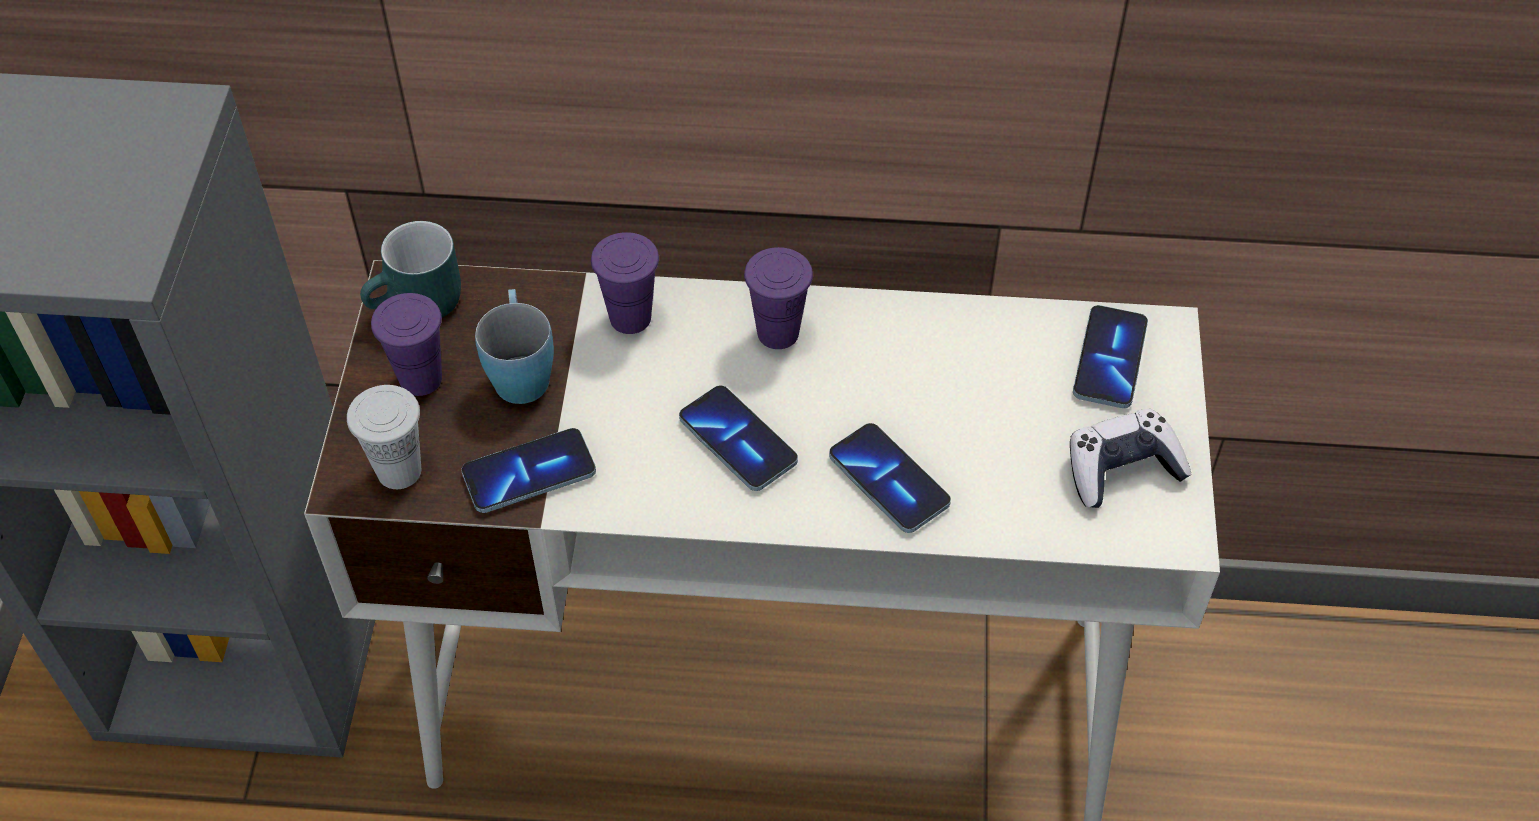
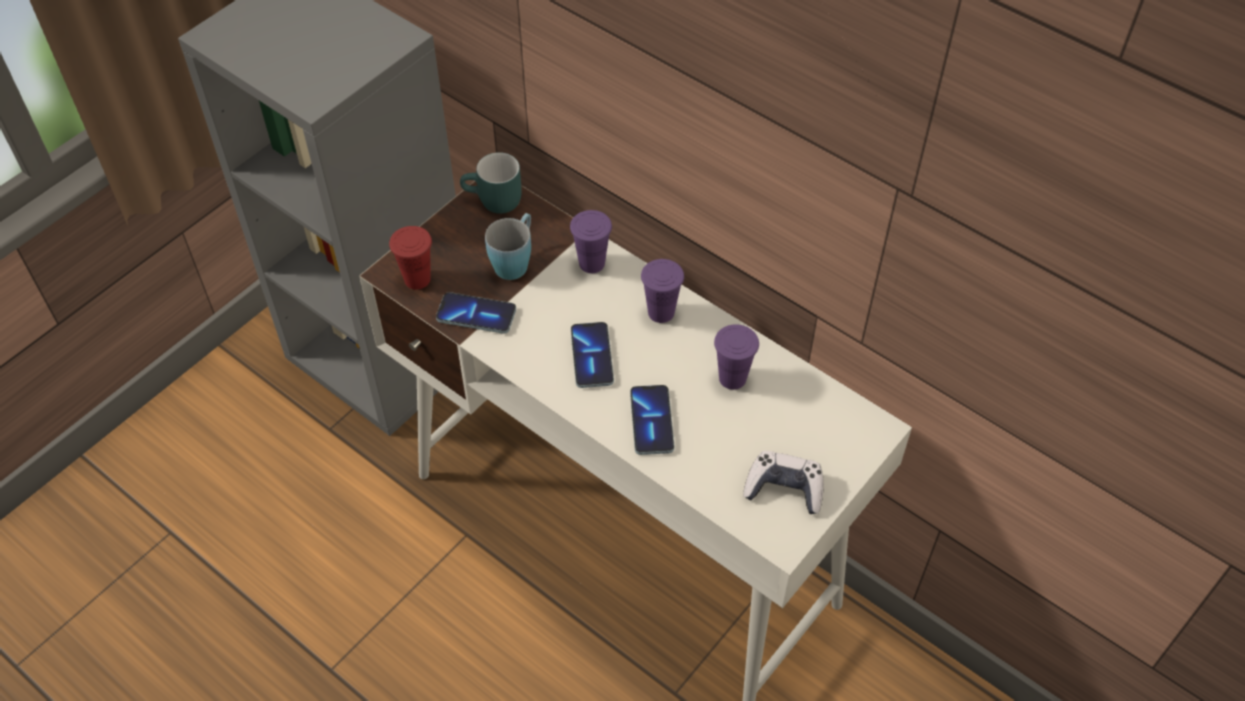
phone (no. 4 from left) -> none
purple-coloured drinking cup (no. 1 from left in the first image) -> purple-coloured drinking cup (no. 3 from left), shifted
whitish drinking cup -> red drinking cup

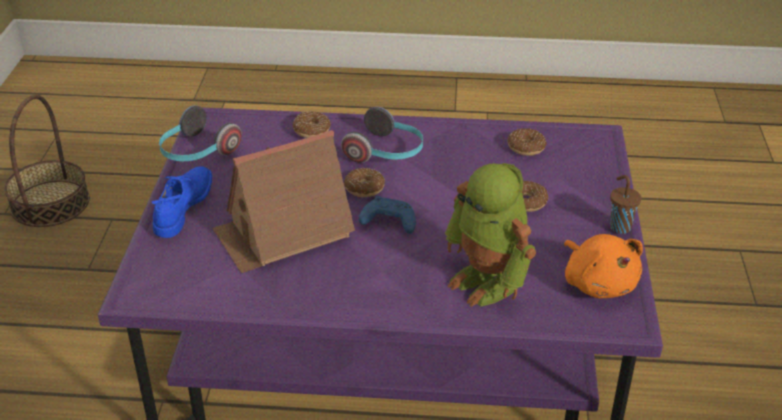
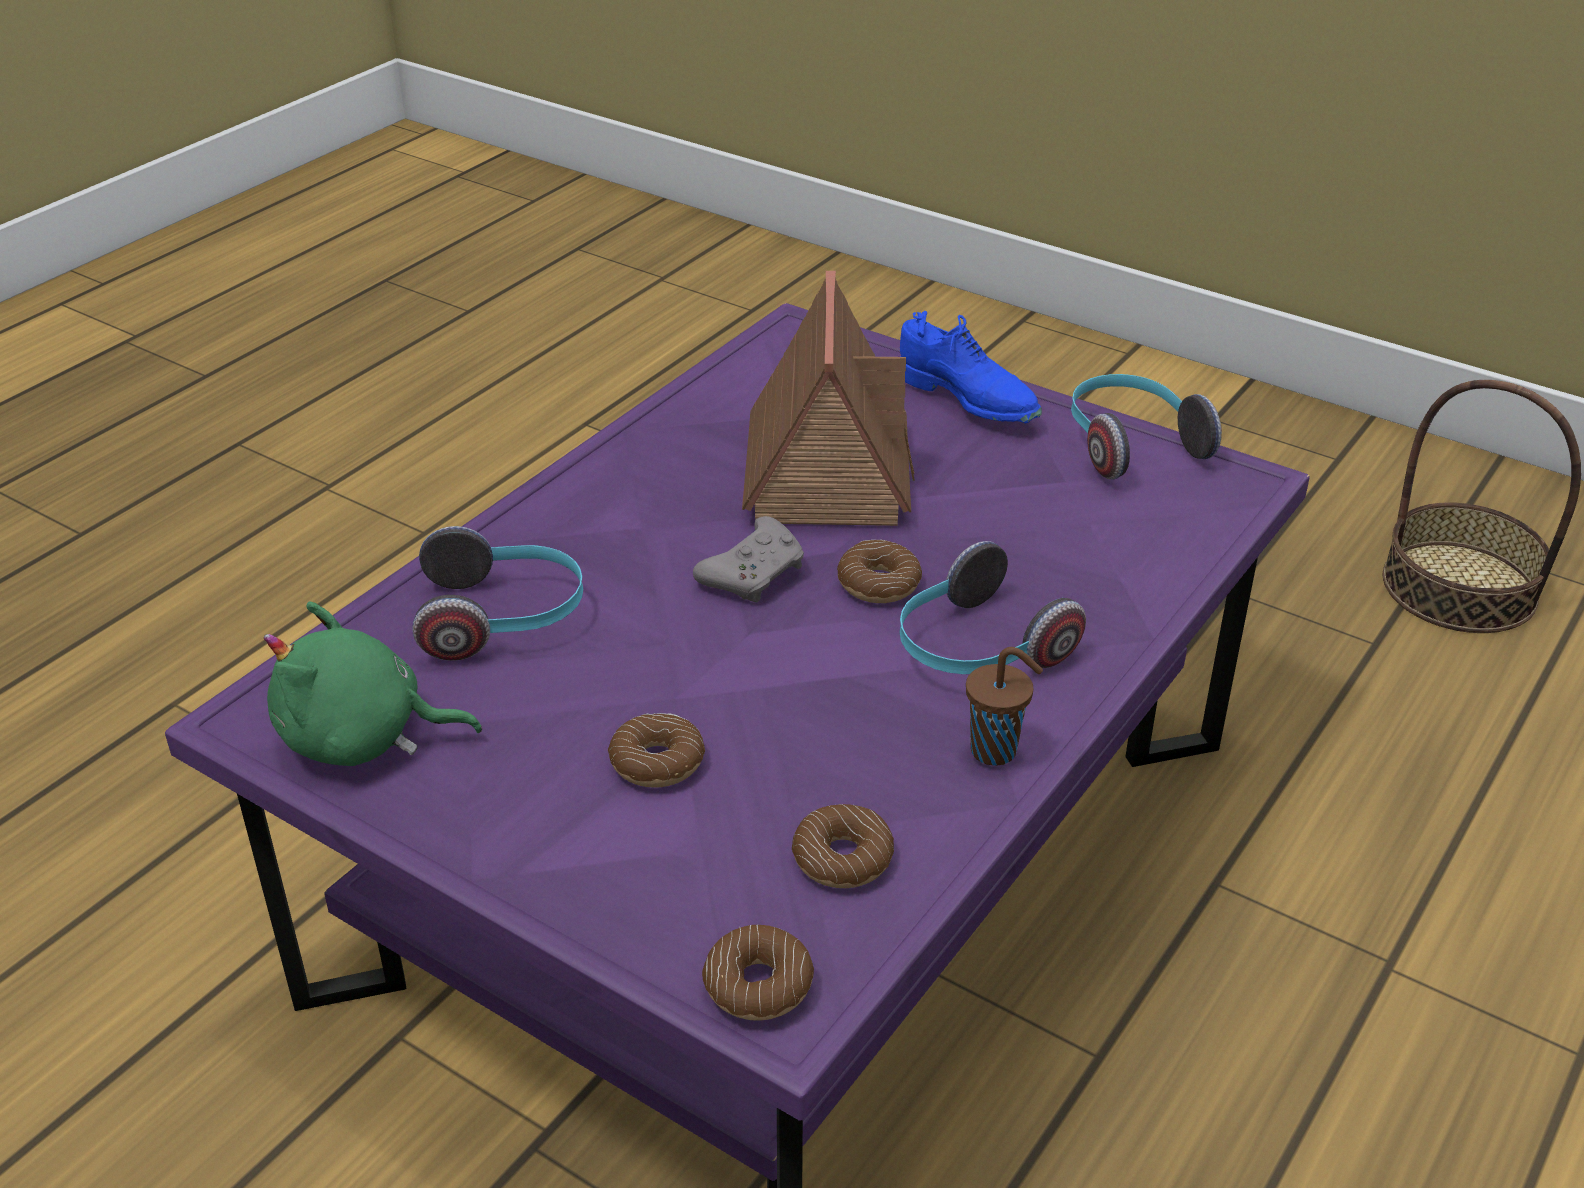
doughnut (no. 1 from left in the first image) -> doughnut (no. 2 from left), shifted
brown-coloured drinking cup, shifted
model robot -> headphones (no. 1 from left)
blue-coloured joypad -> grey joypad
orange-coloured soft toy -> greenish soft toy

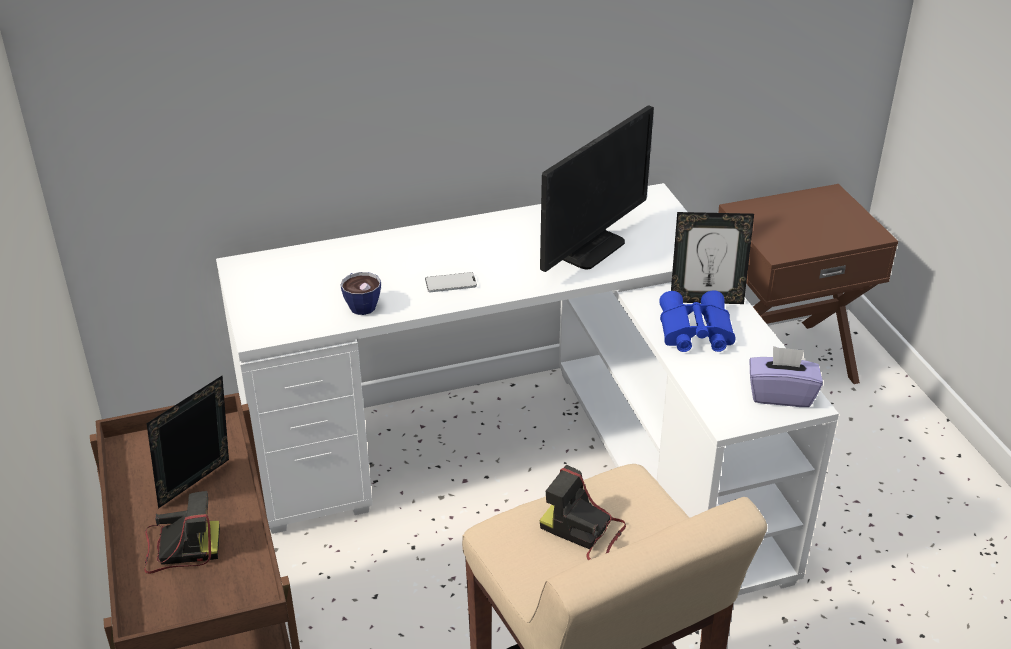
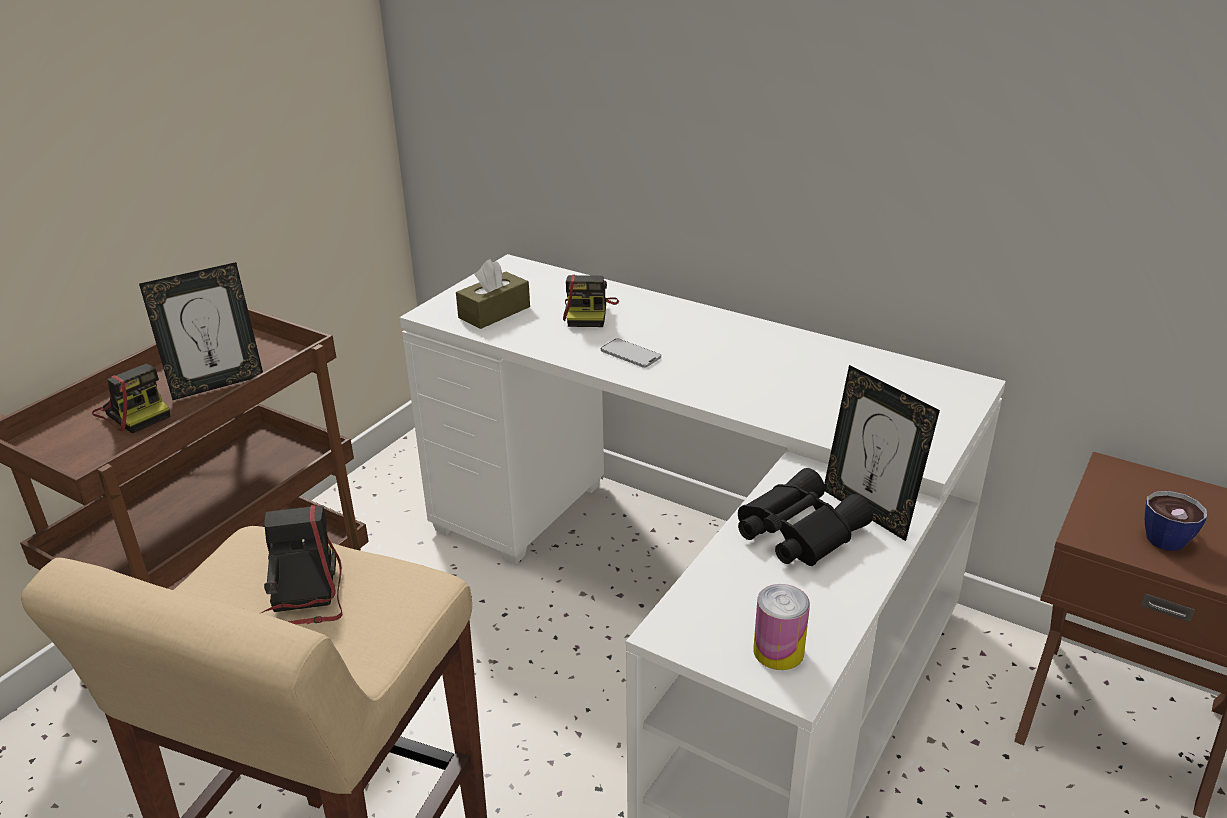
monitor -> none
none -> brown-coloured tissue box
none -> photo camera (no. 3 from left)
drinking cup, shifted
purple-coloured tissue box -> sealed can
blue-coloured binoculars -> black binoculars
photo frame (no. 1 from left), 150 degrees clockwise

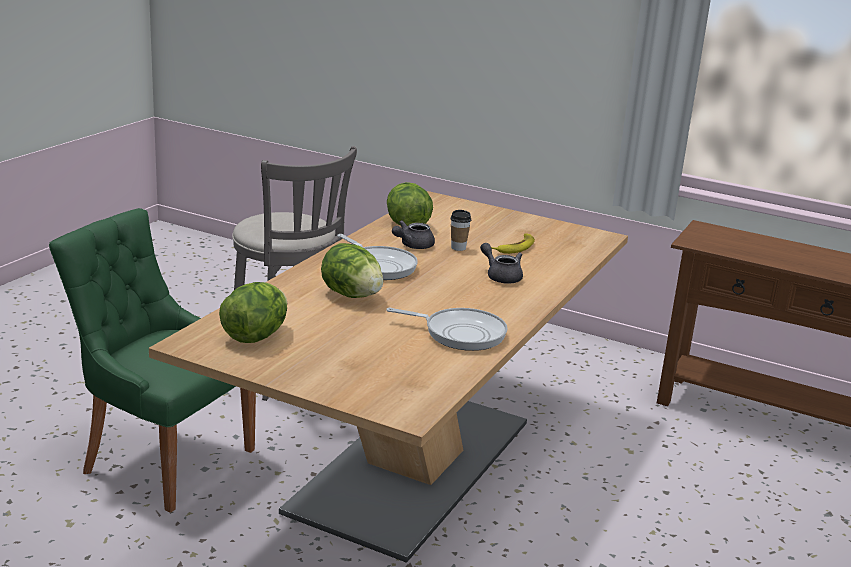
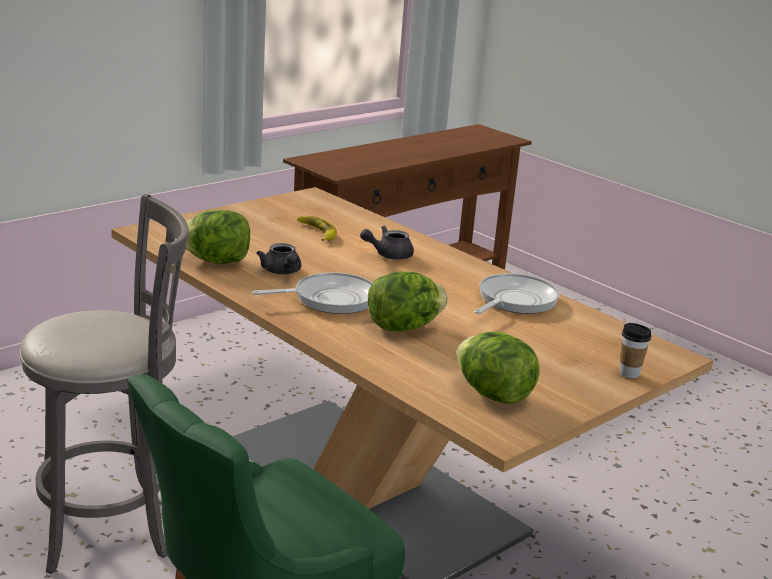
drinking cup, shifted

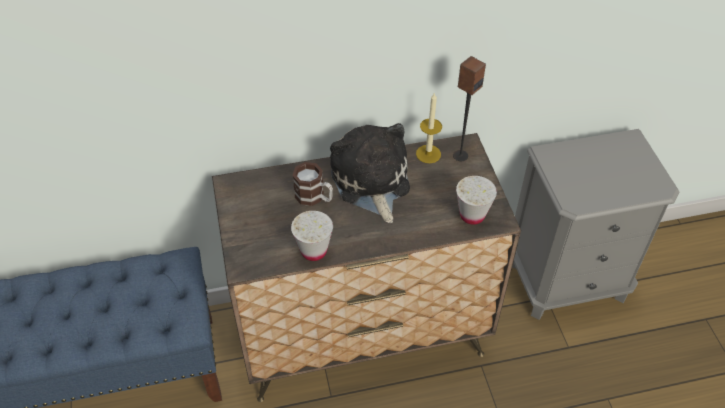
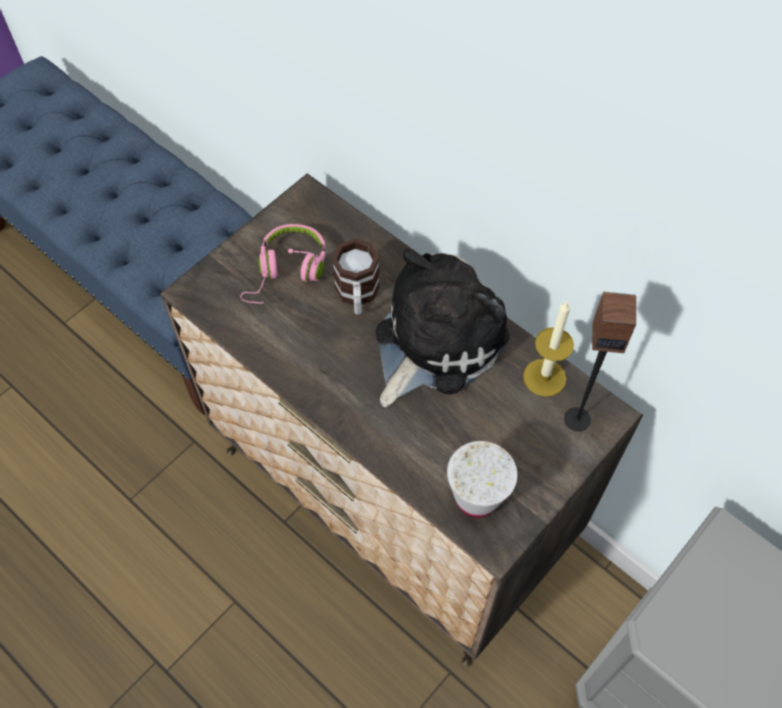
whitish drinking cup (no. 1 from left) -> none
none -> pink headphones

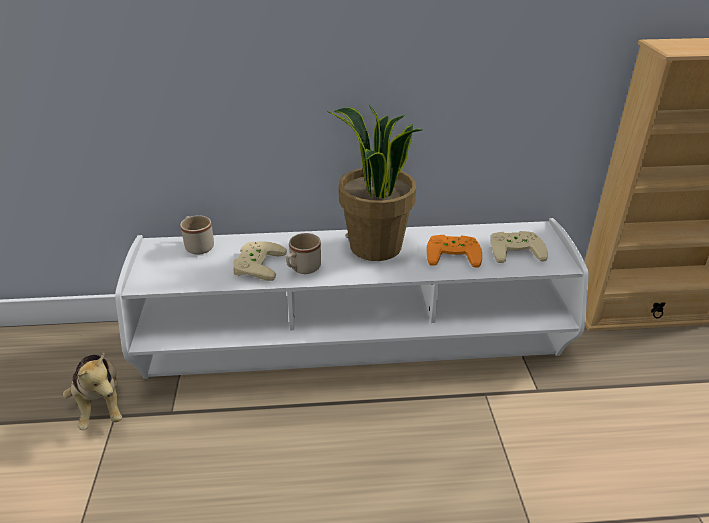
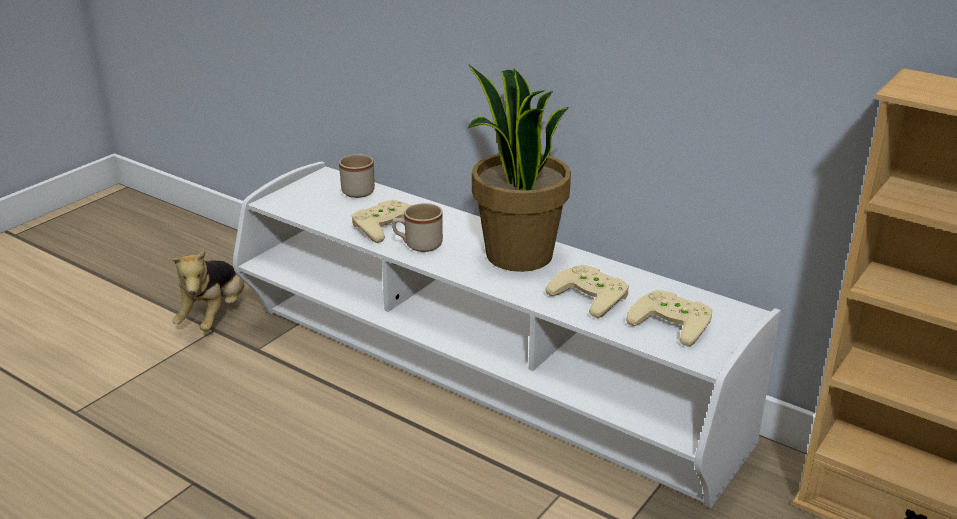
orange-coloured joypad -> sand-coloured joypad (no. 2 from left)

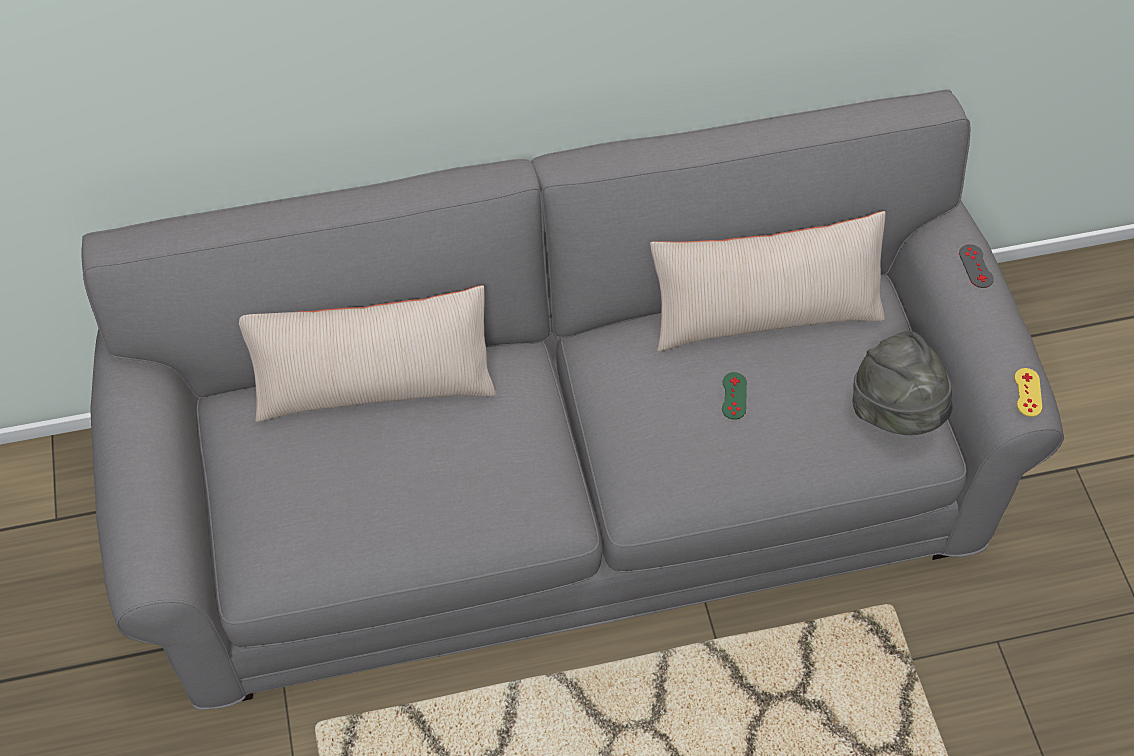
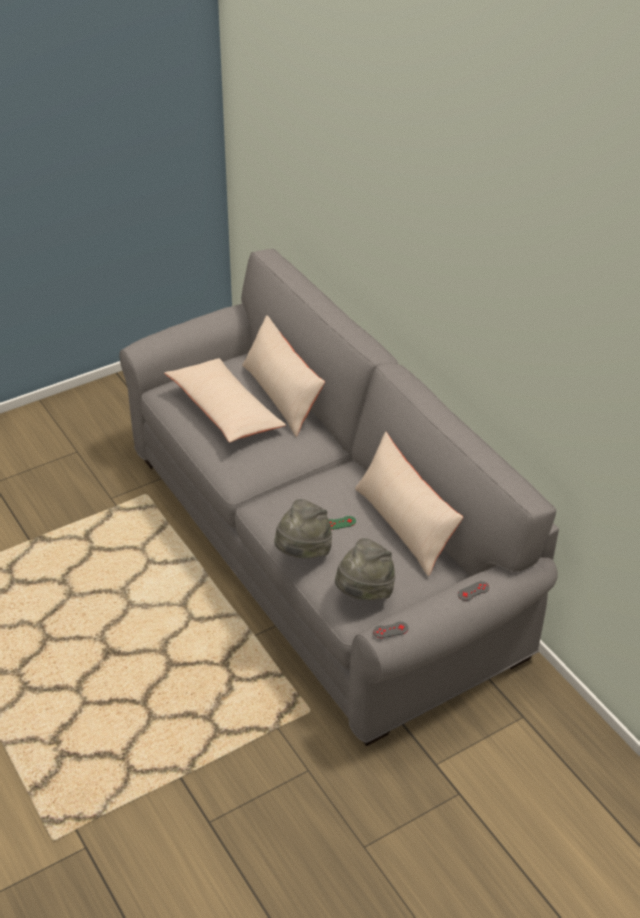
none -> sand-coloured pillow (no. 1 from left)
none -> grey wearable hat (no. 1 from left)
yellow-coloured joypad -> grey joypad (no. 1 from left)

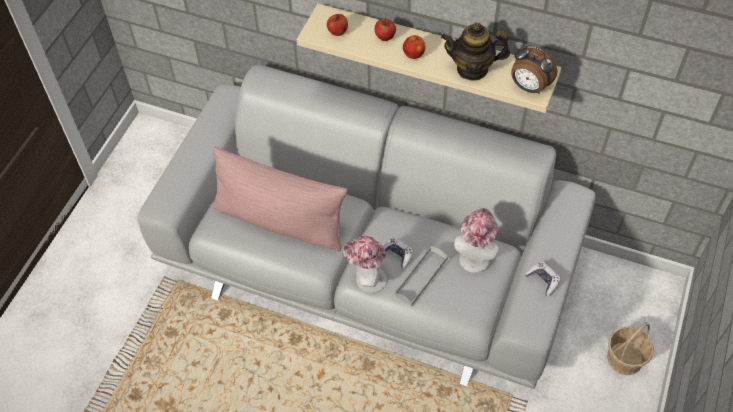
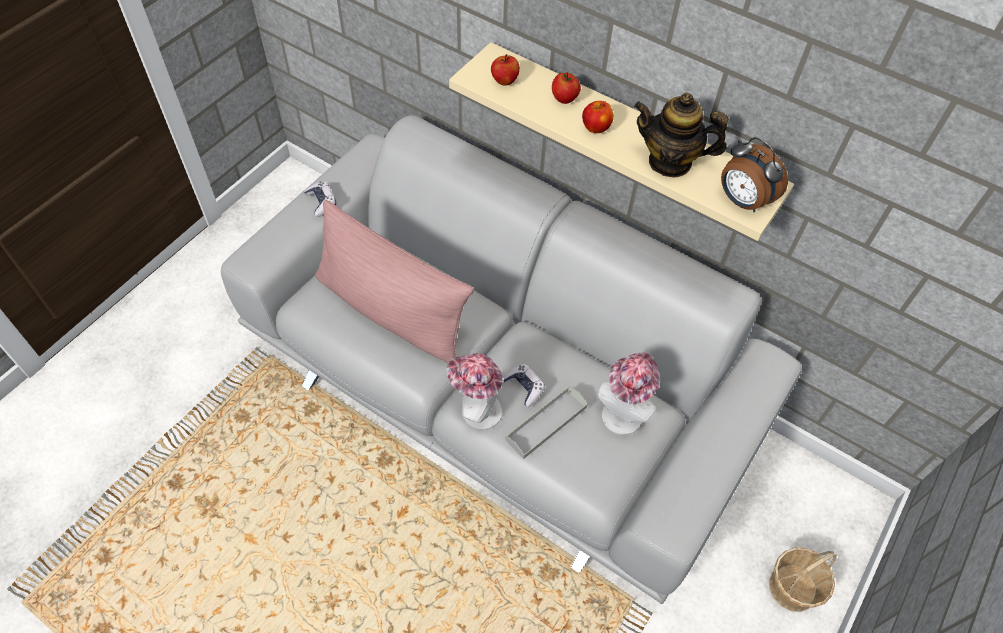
joypad (no. 2 from left in the first image) -> joypad (no. 1 from left), shifted

